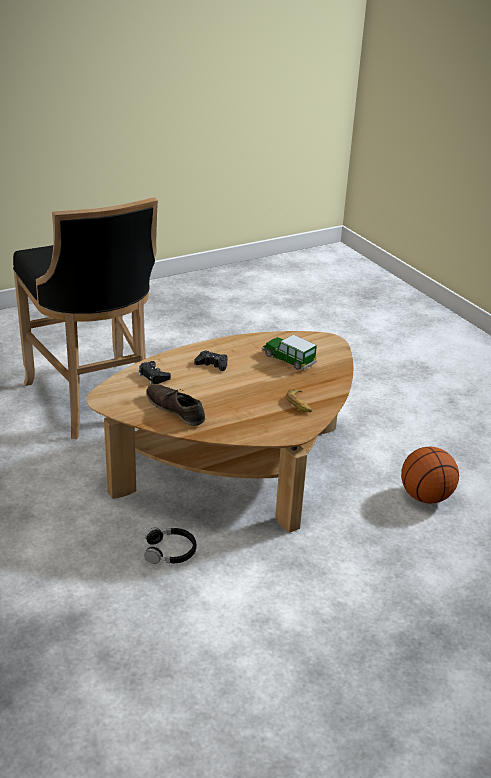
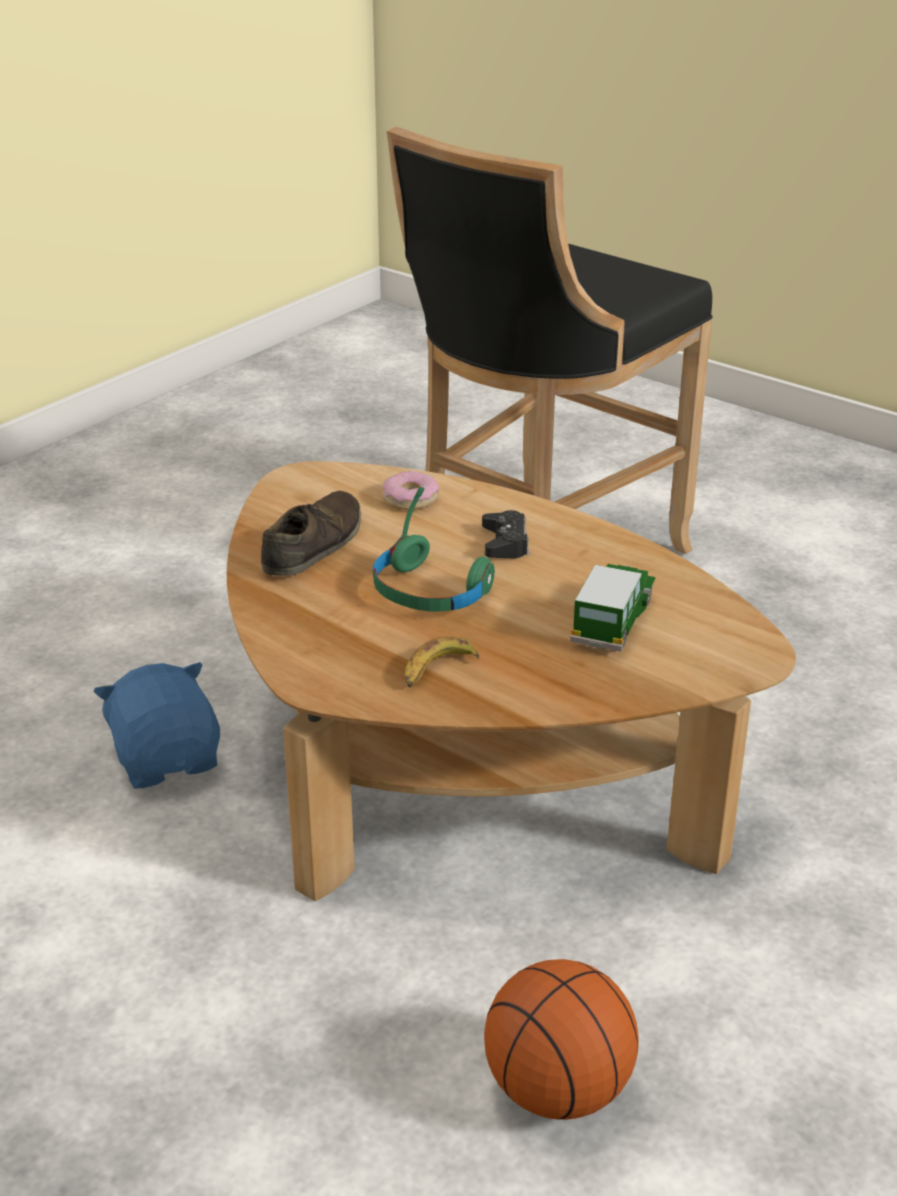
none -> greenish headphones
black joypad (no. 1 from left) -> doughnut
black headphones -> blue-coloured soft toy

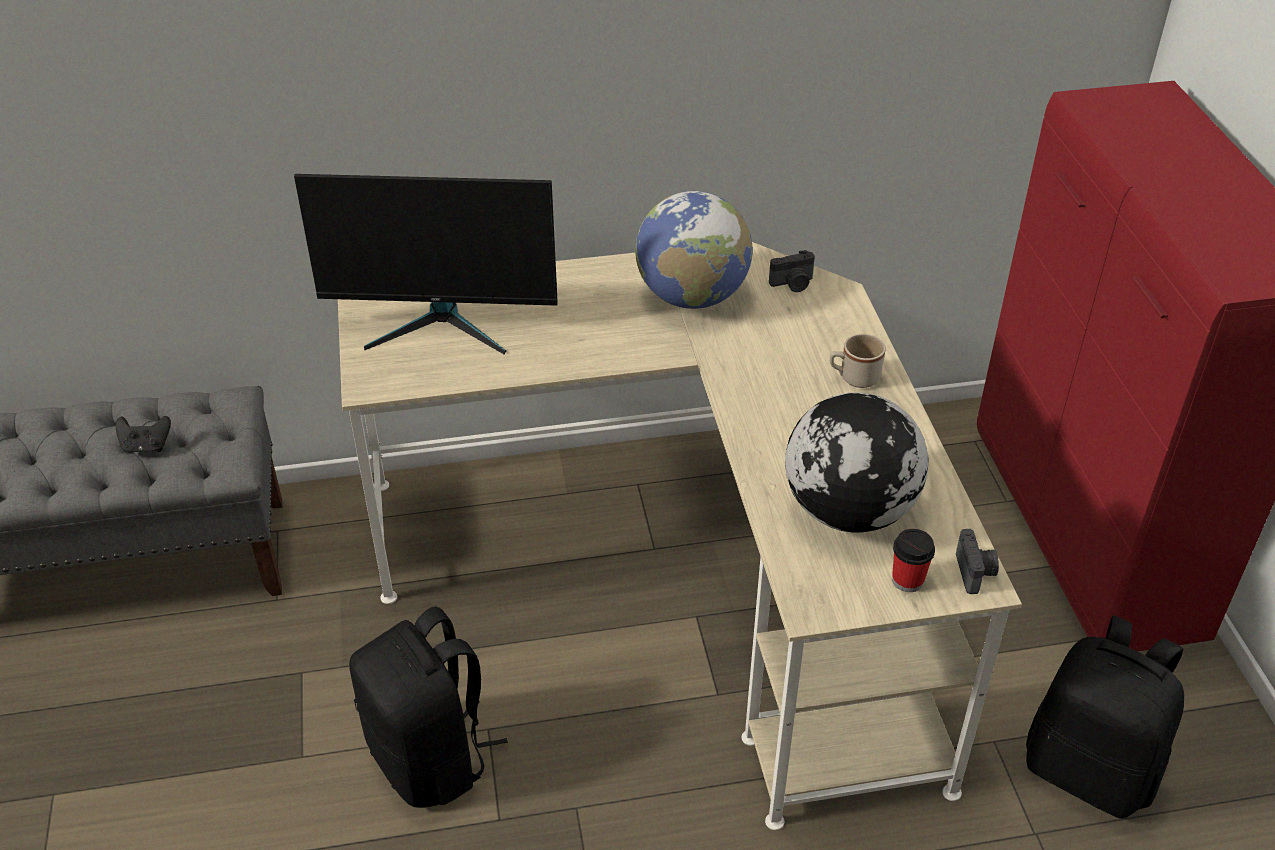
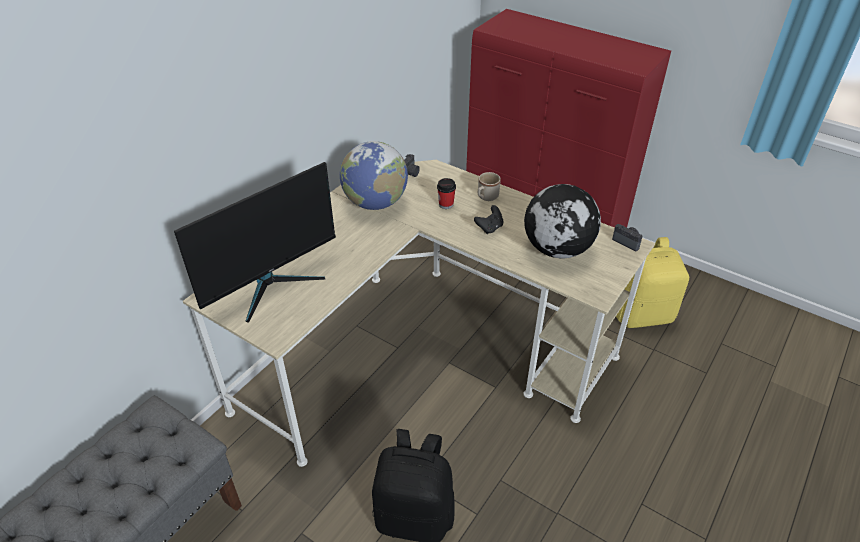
black joypad, shifted
drinking cup, shifted
black rucksack (no. 2 from left) -> yellow-coloured rucksack

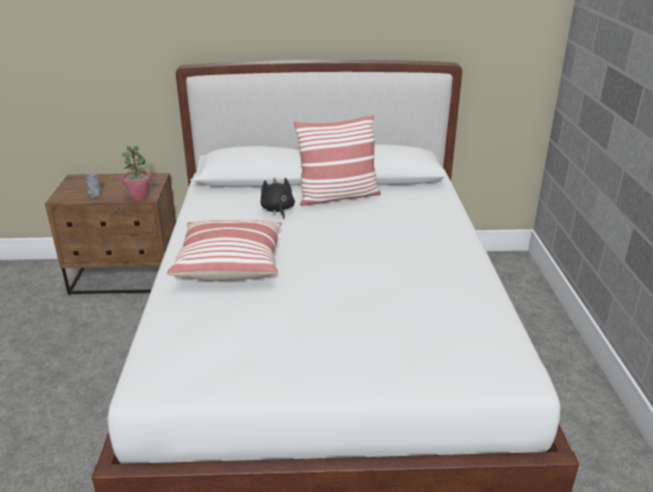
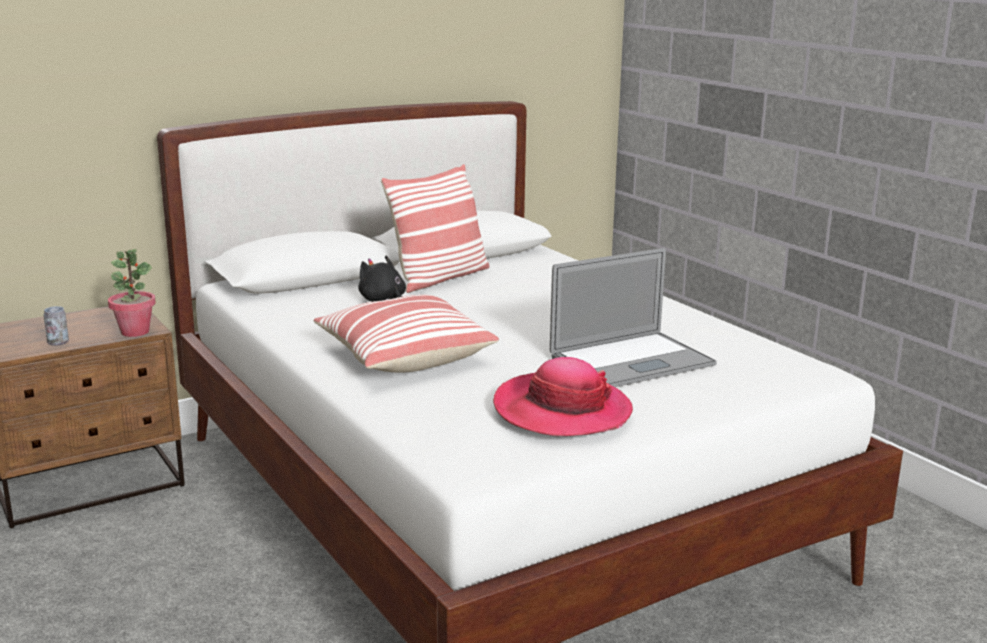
none -> wearable hat
none -> notebook computer

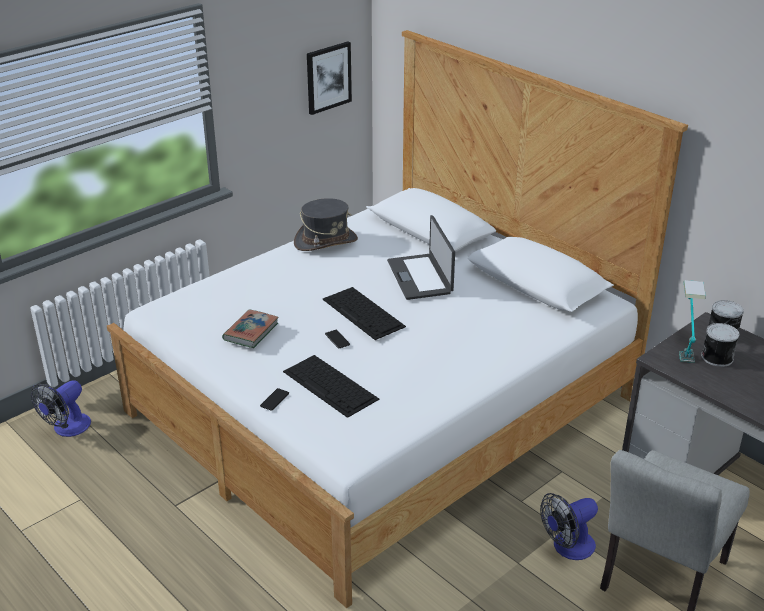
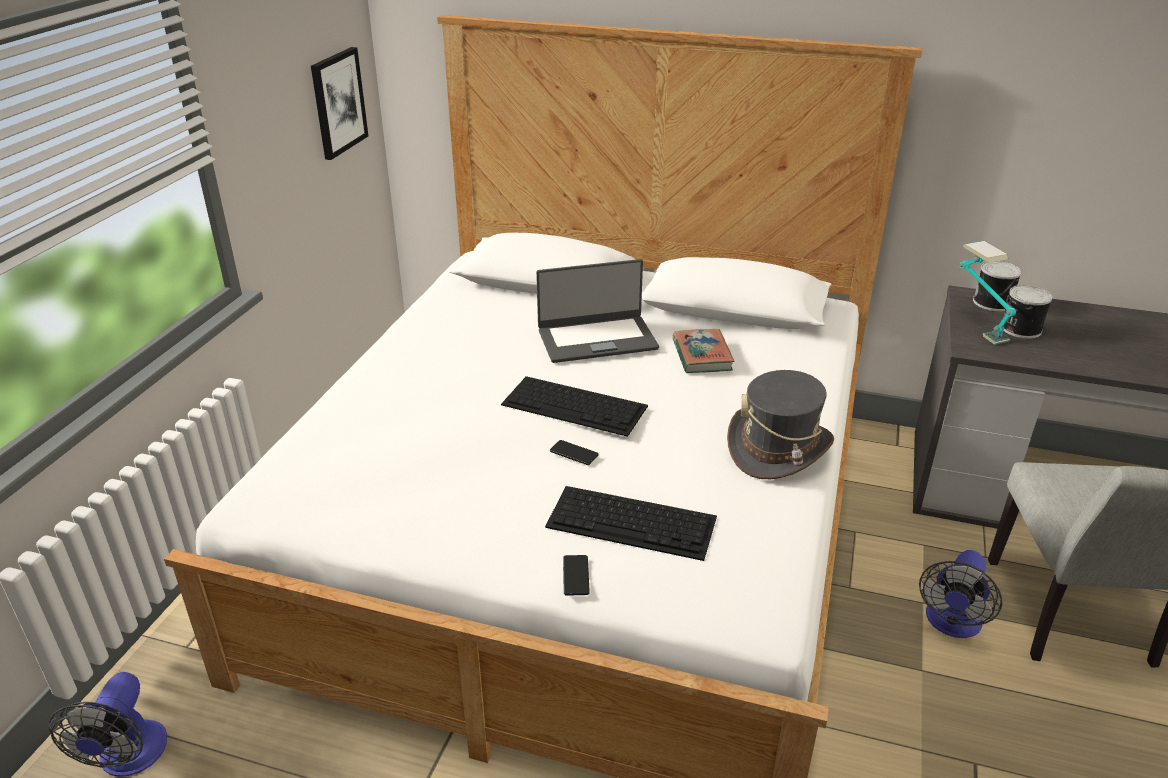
bound book, shifted
grey wearable hat, shifted
notebook computer, 60 degrees counterclockwise

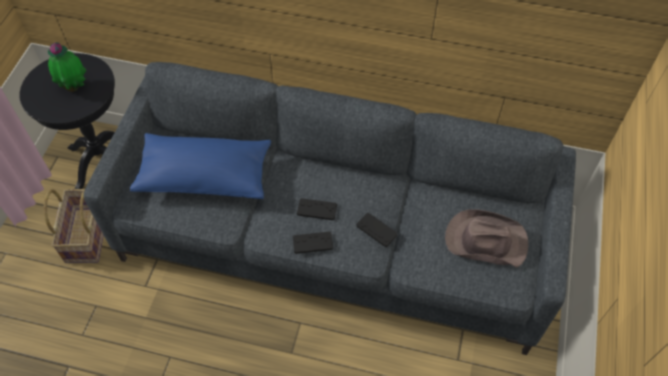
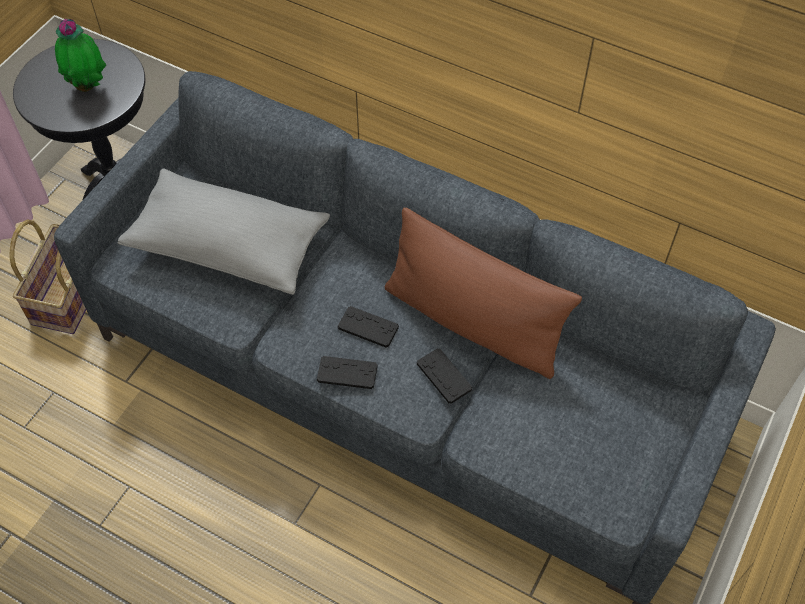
brown-coloured wearable hat -> none
none -> brown-coloured pillow
blue-coloured pillow -> grey pillow

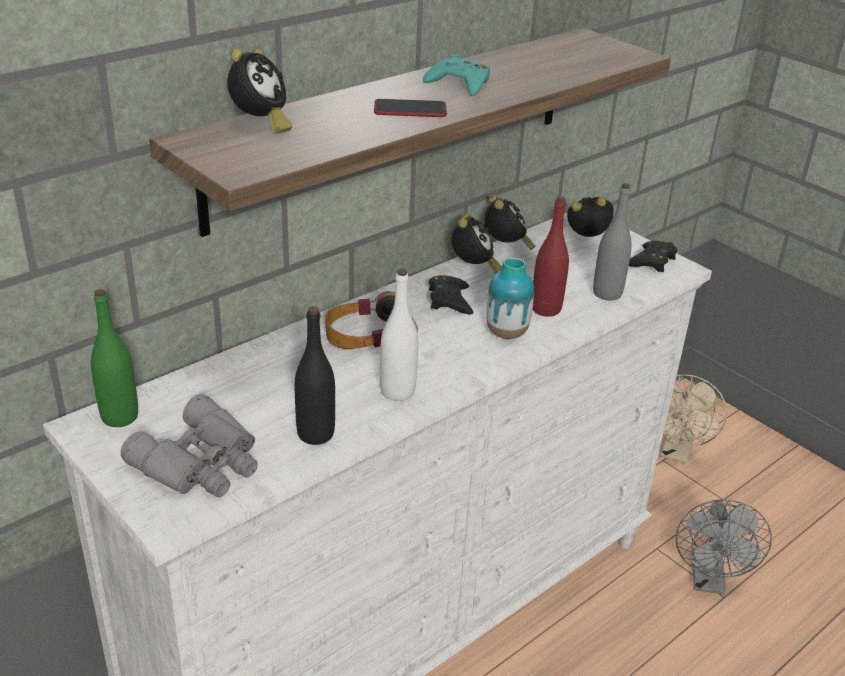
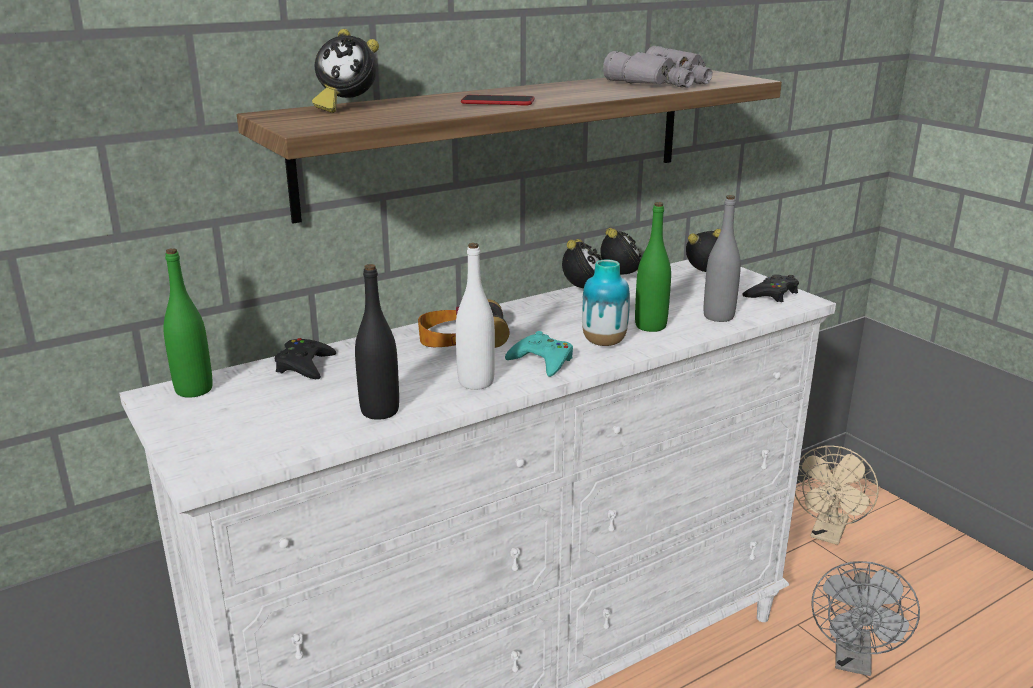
grey binoculars, shifted
turquoise-coloured joypad, shifted
black joypad (no. 1 from left), shifted
red bottle -> greenish bottle (no. 2 from left)
table clock (no. 1 from left), 75 degrees clockwise

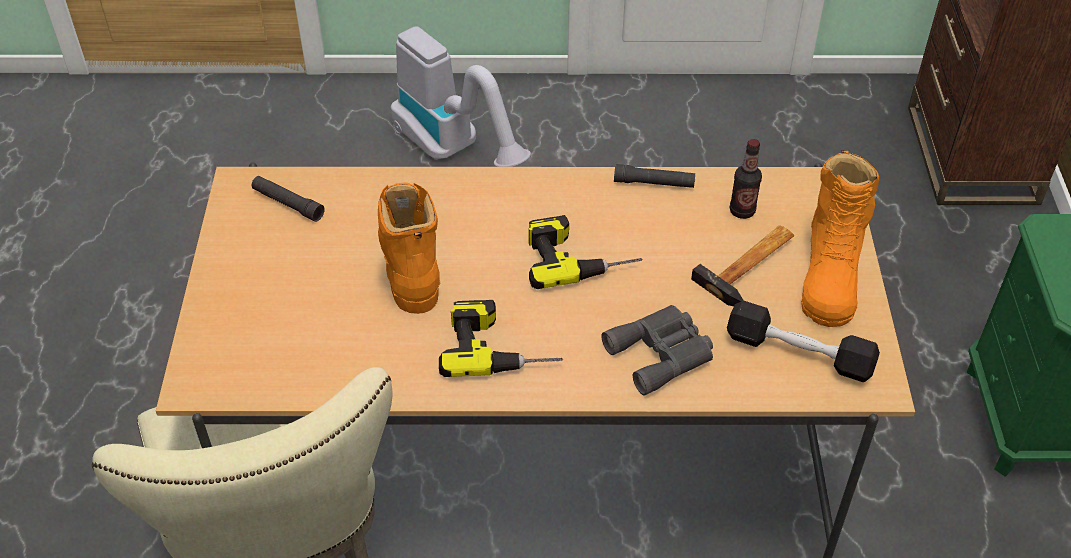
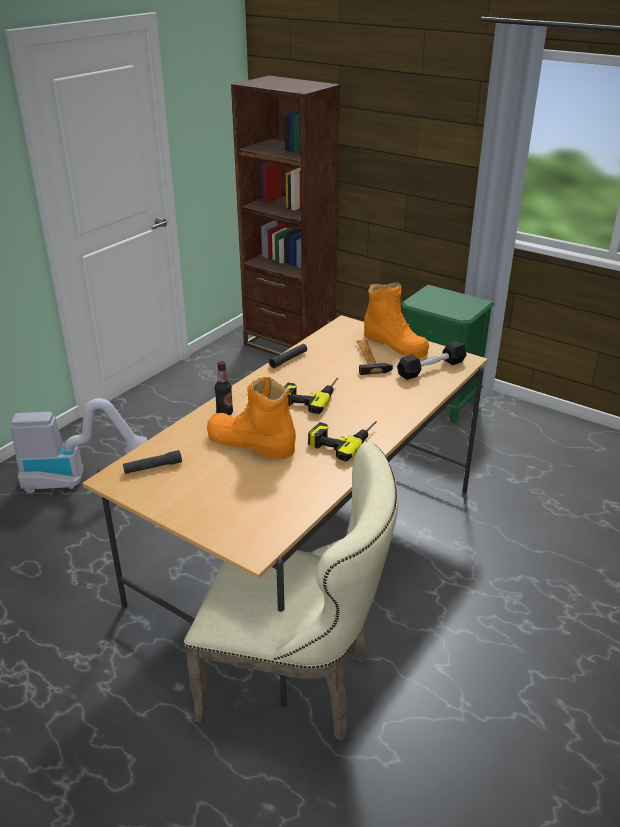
grey binoculars -> none
bottle, shifted

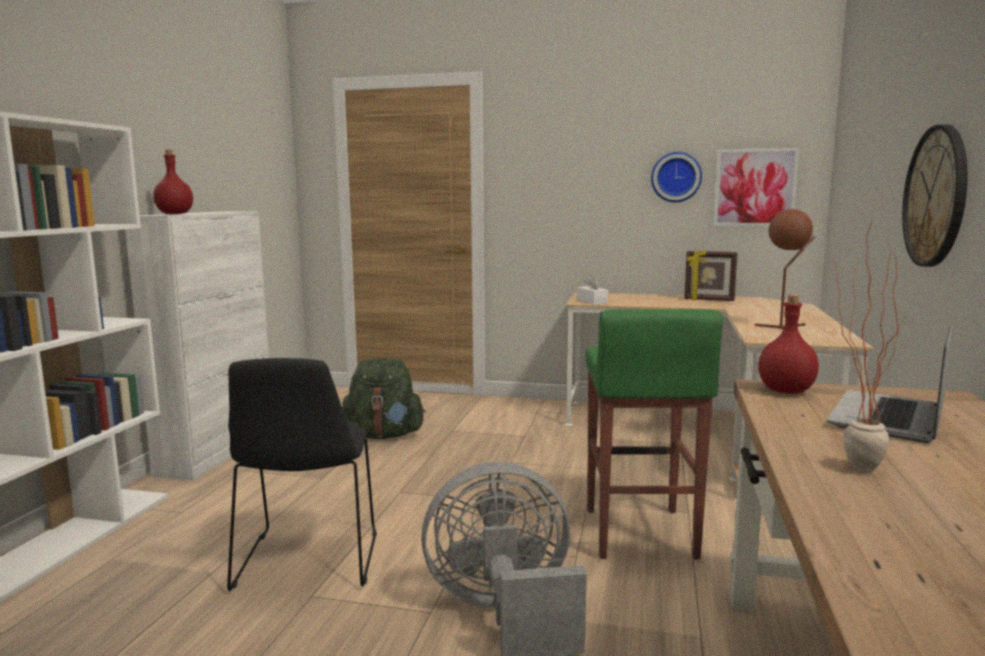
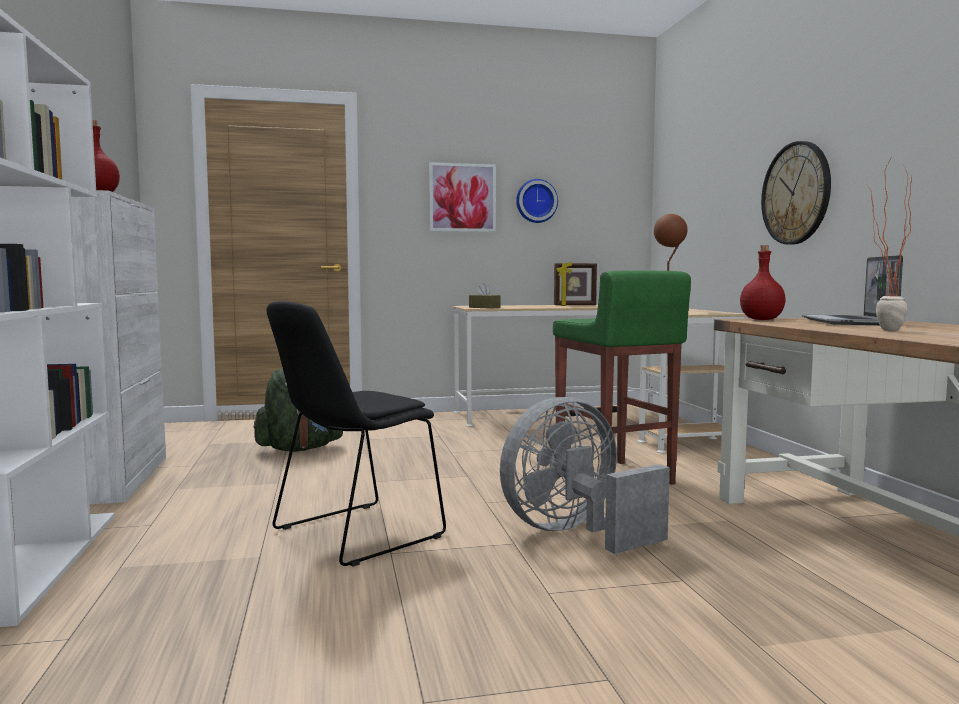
wall art, shifted
whitish tissue box -> brown-coloured tissue box
black upright chair, 75 degrees clockwise

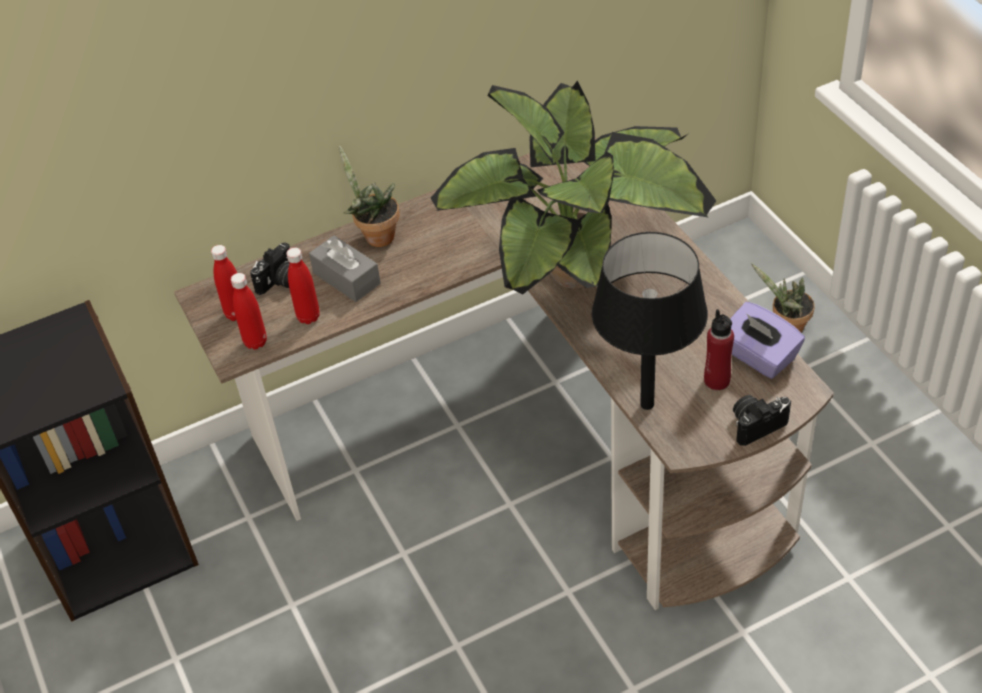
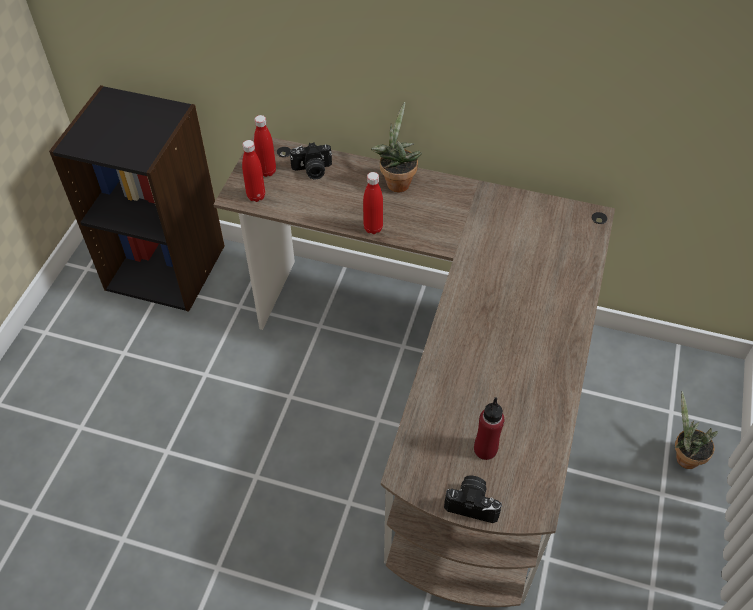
grey tissue box -> none
potted plant (no. 2 from left) -> none
black tabletop lamp -> none
purple-coloured tissue box -> none
red bottle (no. 3 from left), shifted

